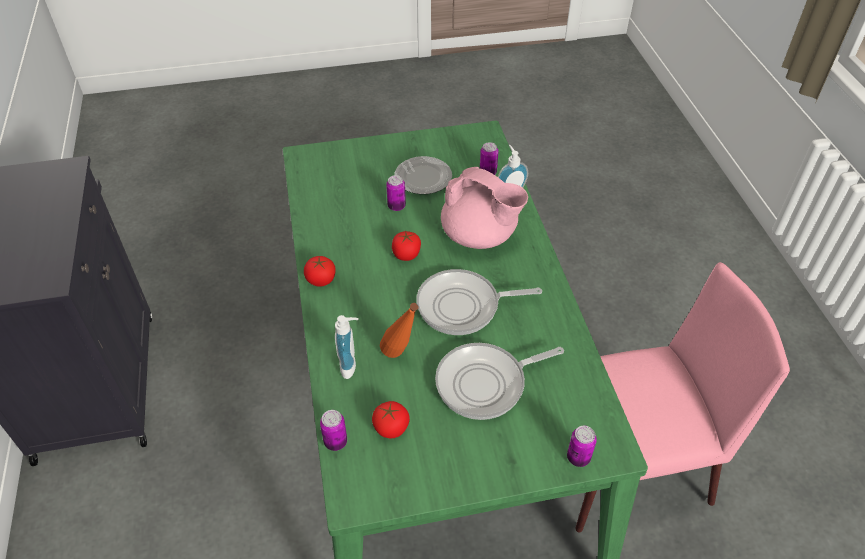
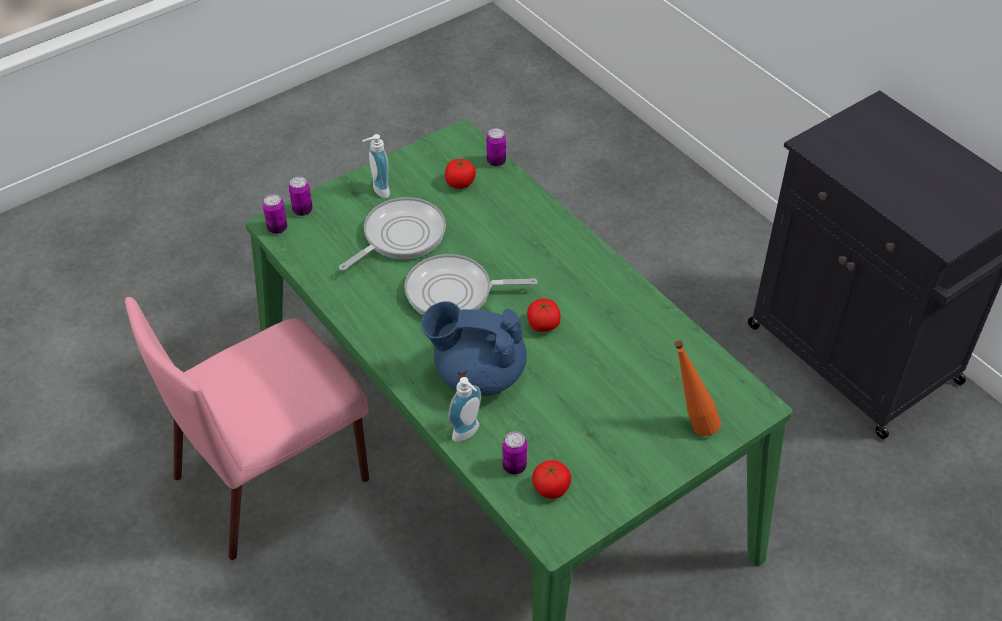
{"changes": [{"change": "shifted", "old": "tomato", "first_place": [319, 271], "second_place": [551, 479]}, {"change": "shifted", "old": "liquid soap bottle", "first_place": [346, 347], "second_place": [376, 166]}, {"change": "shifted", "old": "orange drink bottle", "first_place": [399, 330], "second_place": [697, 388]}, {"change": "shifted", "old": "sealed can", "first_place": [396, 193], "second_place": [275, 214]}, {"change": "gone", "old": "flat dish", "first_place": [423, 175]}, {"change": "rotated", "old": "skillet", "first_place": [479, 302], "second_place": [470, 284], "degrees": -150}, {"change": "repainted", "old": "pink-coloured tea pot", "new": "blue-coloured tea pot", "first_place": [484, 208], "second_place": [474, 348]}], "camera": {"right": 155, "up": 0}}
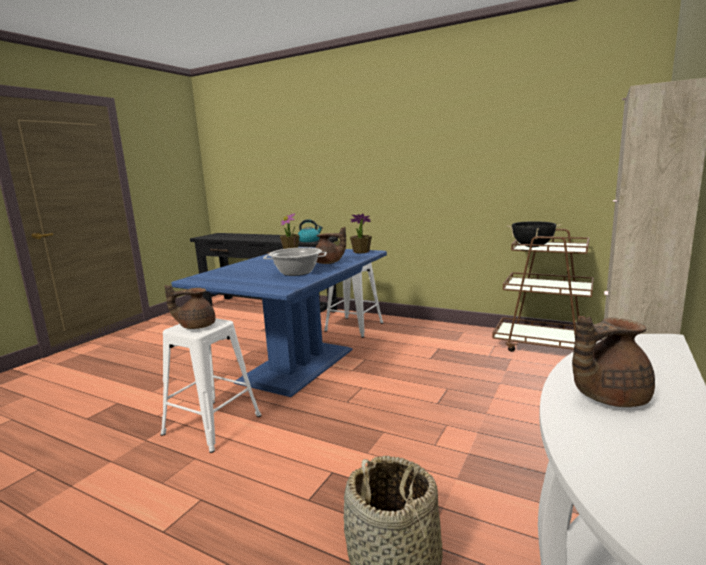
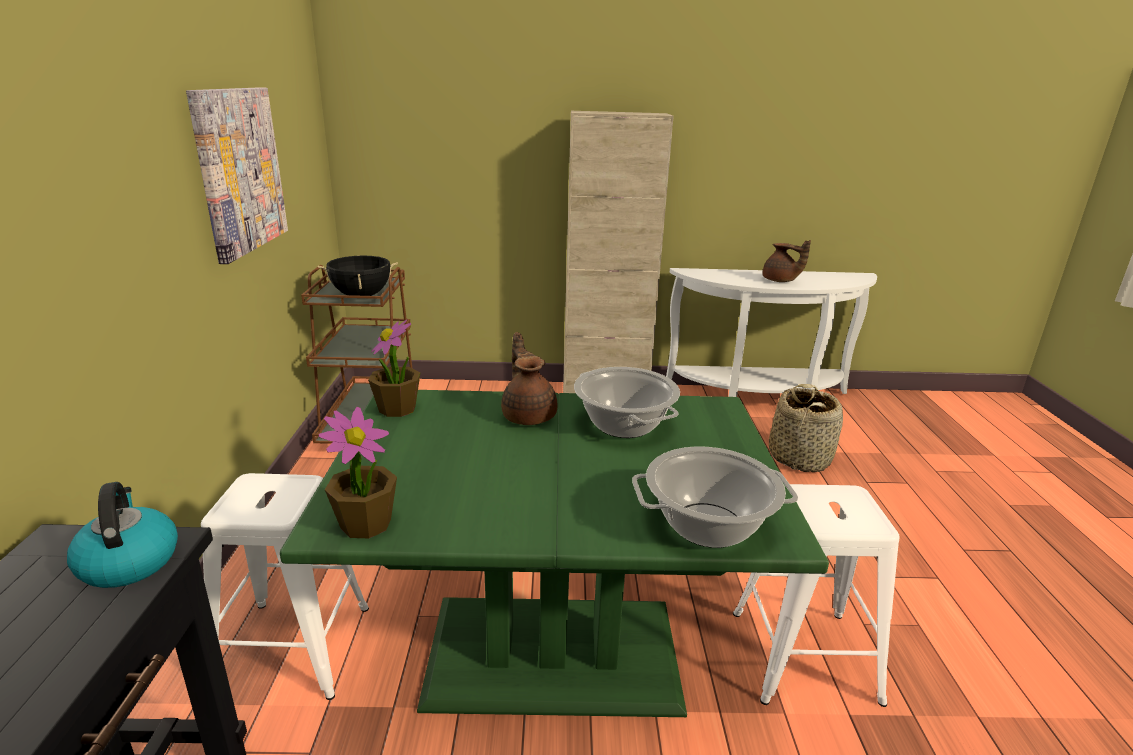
{"changes": [{"change": "gone", "old": "brown-coloured tea pot", "first_place": [189, 307]}, {"change": "repainted", "old": "blue-coloured dining table", "new": "green-coloured dining table", "first_place": [279, 322], "second_place": [554, 553]}, {"change": "new", "new": "wall art", "second_place": [237, 175]}, {"change": "new", "new": "stockpot", "second_place": [715, 497]}], "camera": {"right": -120, "up": 10}}
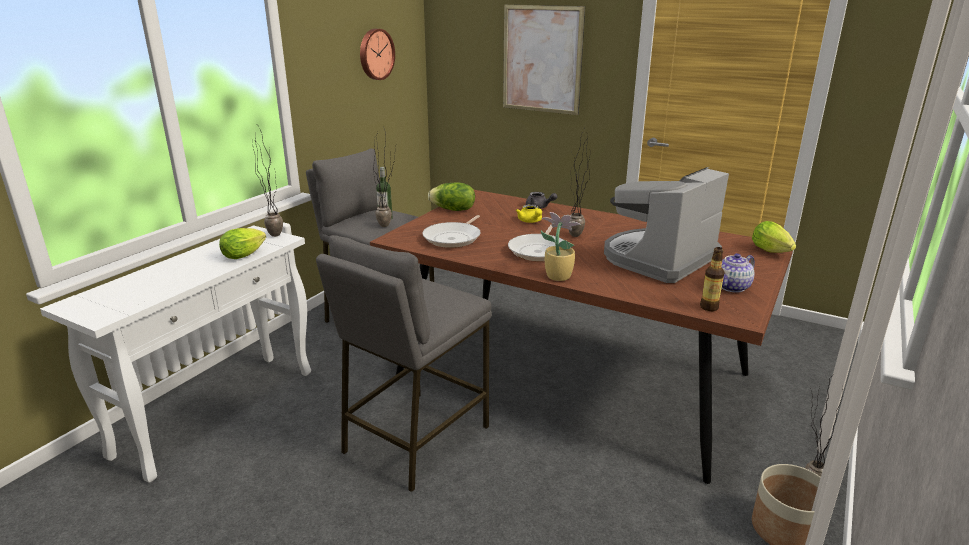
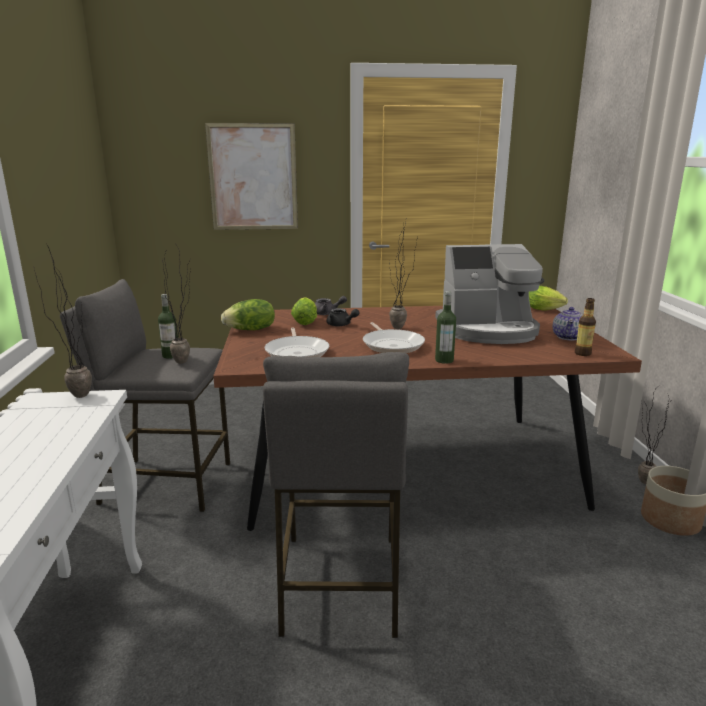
{"changes": [{"change": "shifted", "old": "lettuce head", "first_place": [242, 243], "second_place": [304, 311]}, {"change": "gone", "old": "wall clock", "first_place": [377, 54]}, {"change": "repainted", "old": "yellow-coloured tea pot", "new": "blackish tea pot", "first_place": [529, 213], "second_place": [343, 317]}, {"change": "swapped", "old": "plant in a pot", "new": "drink bottle", "first_place": [561, 246], "second_place": [445, 327]}, {"change": "rotated", "old": "coffee machine", "first_place": [666, 225], "second_place": [489, 294], "degrees": -105}], "camera": {"right": -35, "up": -5}}
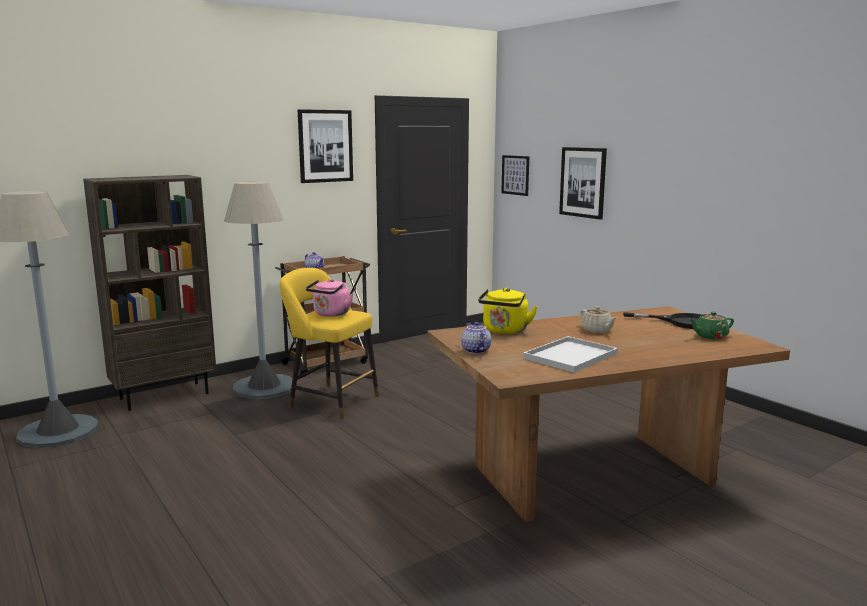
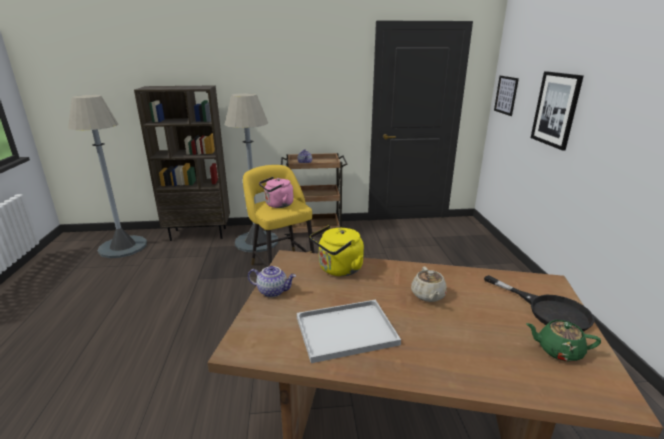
{"changes": [{"change": "gone", "old": "wall art", "first_place": [325, 146]}, {"change": "rotated", "old": "tea pot", "first_place": [476, 338], "second_place": [272, 281], "degrees": 90}], "camera": {"right": 30, "up": 10}}
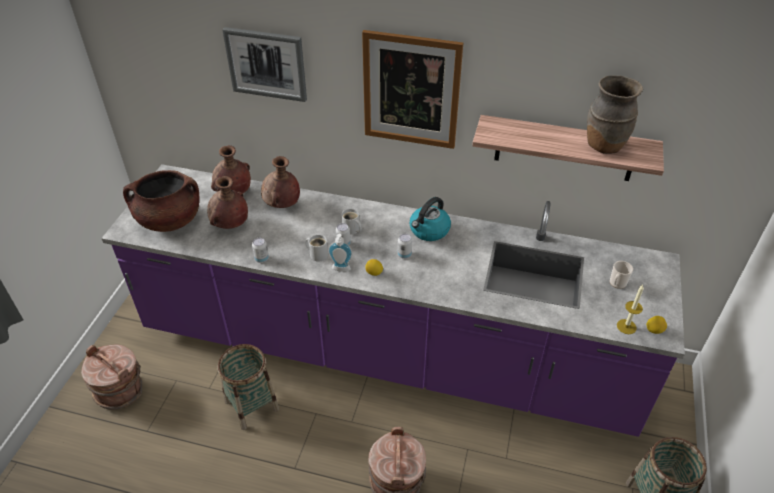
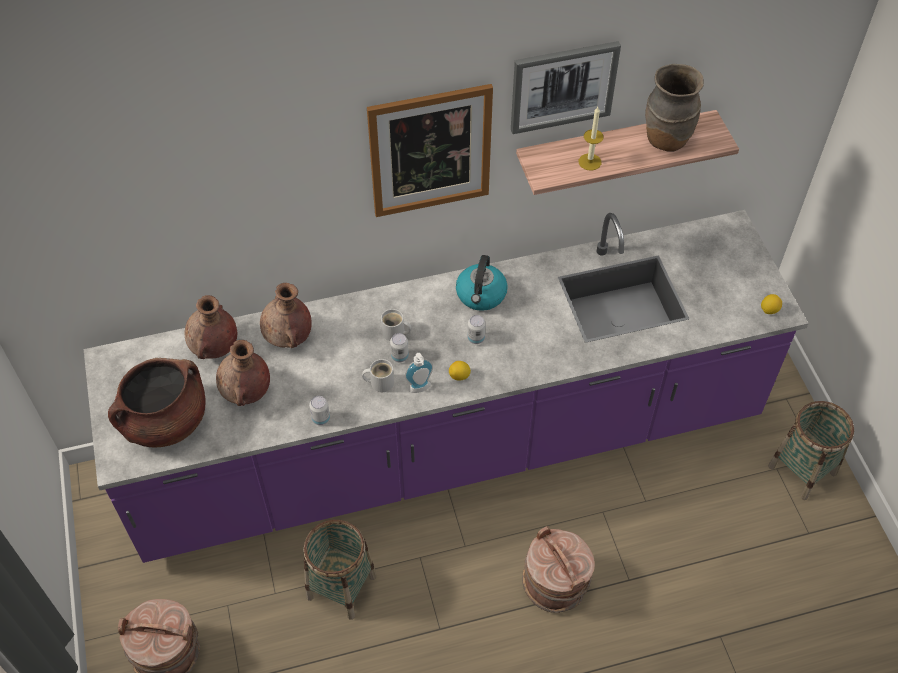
{"changes": [{"change": "shifted", "old": "wall art", "first_place": [264, 64], "second_place": [566, 87]}, {"change": "gone", "old": "tea mug", "first_place": [621, 275]}, {"change": "shifted", "old": "wax light", "first_place": [630, 309], "second_place": [591, 138]}], "camera": {"right": -30, "up": 10}}
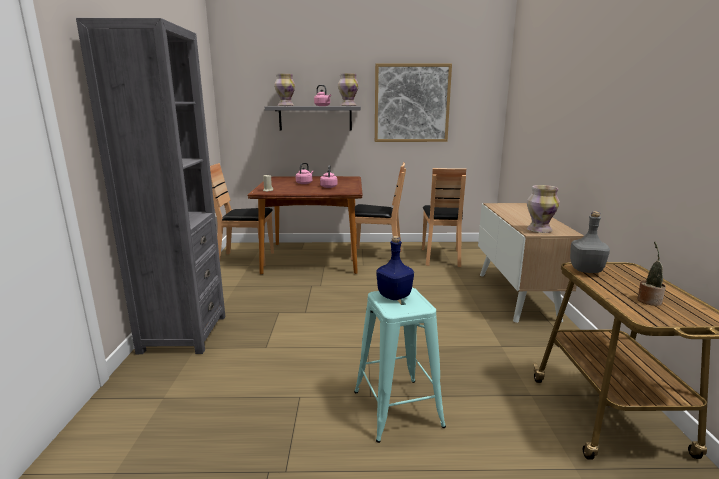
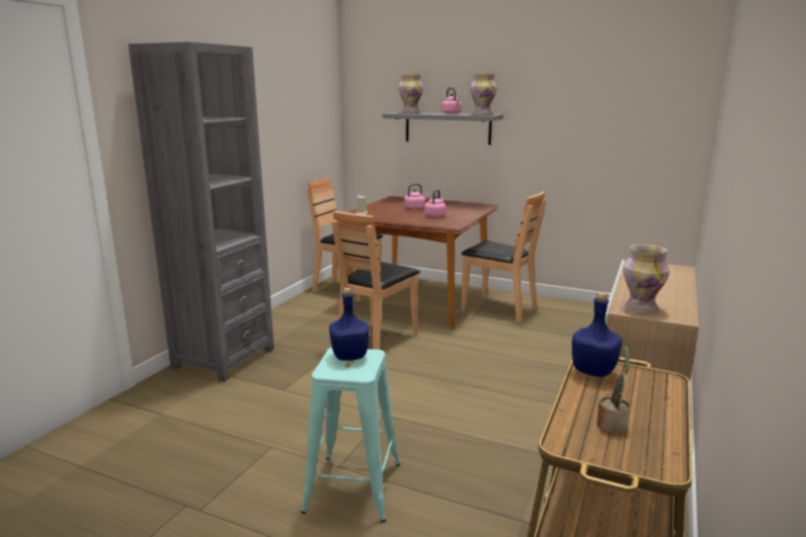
{"changes": [{"change": "gone", "old": "wall art", "first_place": [413, 103]}, {"change": "shifted", "old": "brown-coloured chair", "first_place": [444, 217], "second_place": [376, 280]}, {"change": "repainted", "old": "greyish drink bottle", "new": "blue-coloured drink bottle", "first_place": [590, 242], "second_place": [597, 334]}], "camera": {"right": 25, "up": 0}}
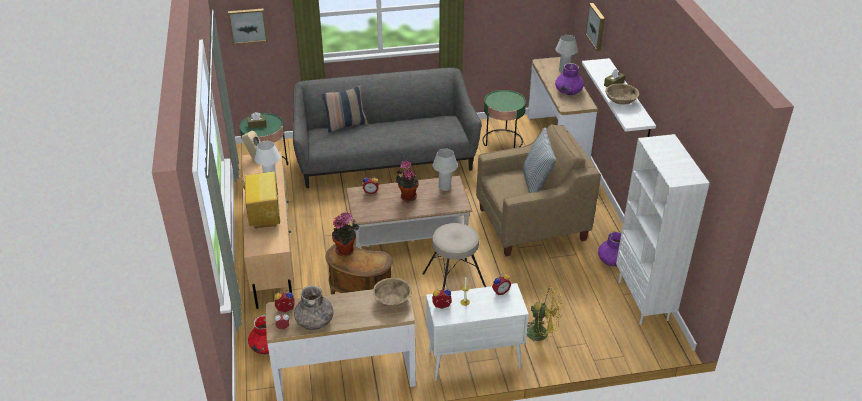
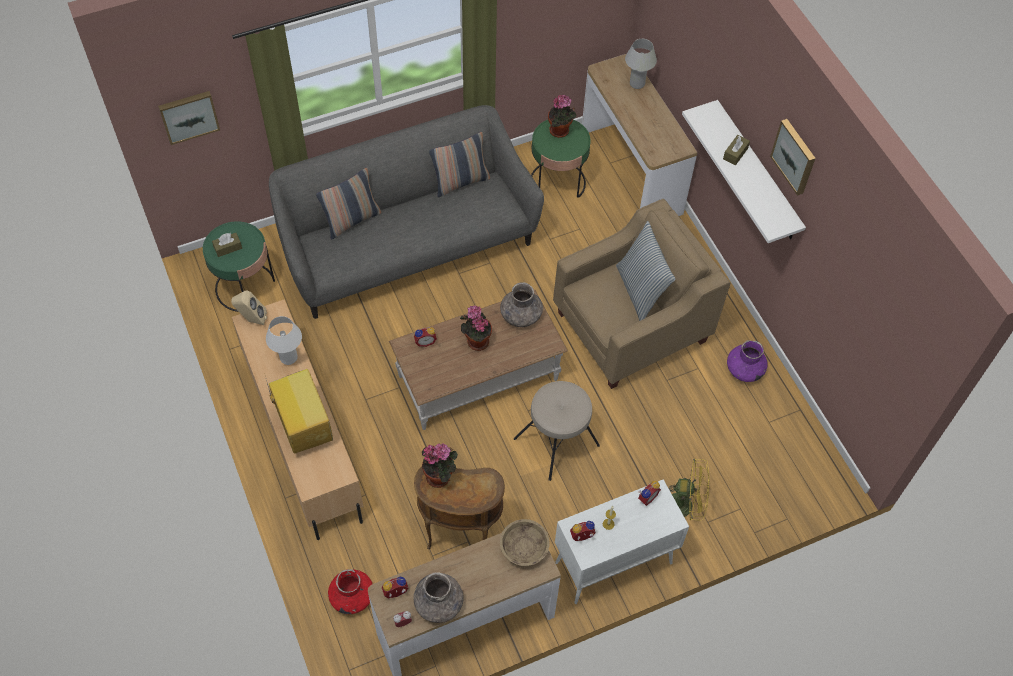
{"changes": [{"change": "swapped", "old": "white-coloured table lamp", "new": "greyish vase", "first_place": [445, 169], "second_place": [521, 304]}, {"change": "gone", "old": "purple vase", "first_place": [569, 79]}, {"change": "shifted", "old": "wall art", "first_place": [595, 27], "second_place": [793, 157]}, {"change": "gone", "old": "beige-coloured serving bowl", "first_place": [622, 94]}, {"change": "gone", "old": "white-coloured shelving unit", "first_place": [663, 229]}, {"change": "new", "new": "throw pillow", "second_place": [459, 164]}, {"change": "new", "new": "plant in a pot", "second_place": [562, 116]}], "camera": {"right": -15, "up": 20}}
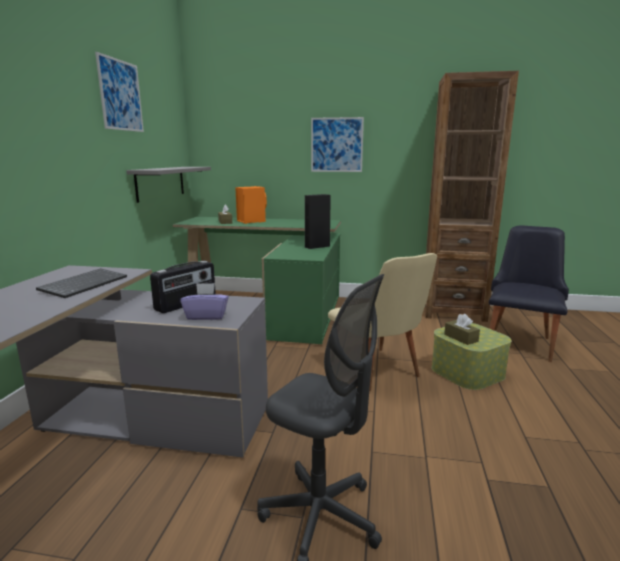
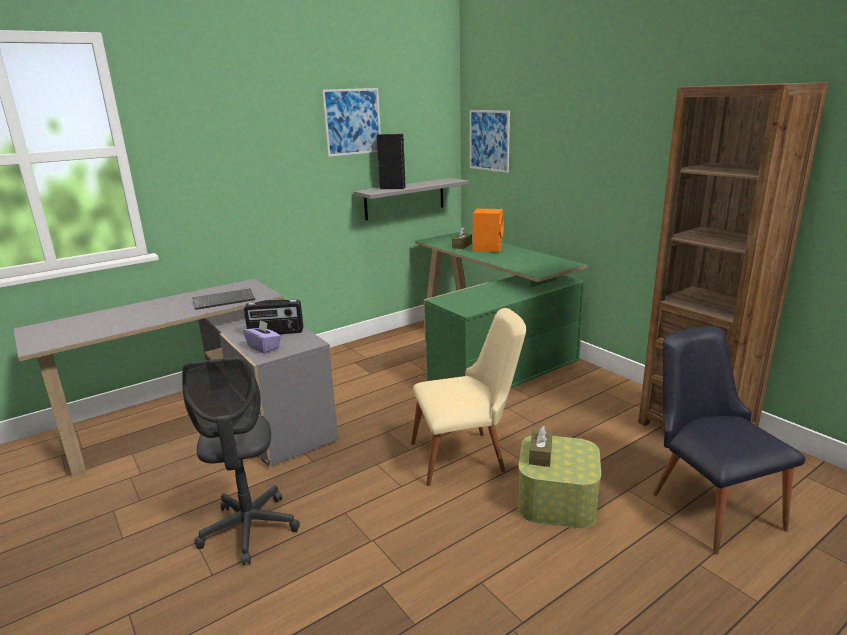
{"changes": [{"change": "shifted", "old": "blackish speaker", "first_place": [318, 221], "second_place": [391, 161]}, {"change": "shifted", "old": "wall art", "first_place": [337, 144], "second_place": [490, 141]}, {"change": "rotated", "old": "beige-coloured chair", "first_place": [382, 322], "second_place": [468, 397], "degrees": -120}, {"change": "rotated", "old": "blackish chair", "first_place": [529, 293], "second_place": [729, 440], "degrees": -90}], "camera": {"right": 45, "up": 5}}
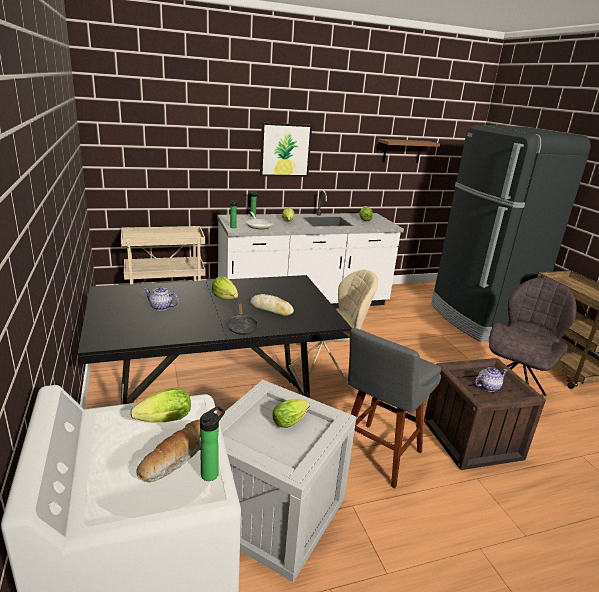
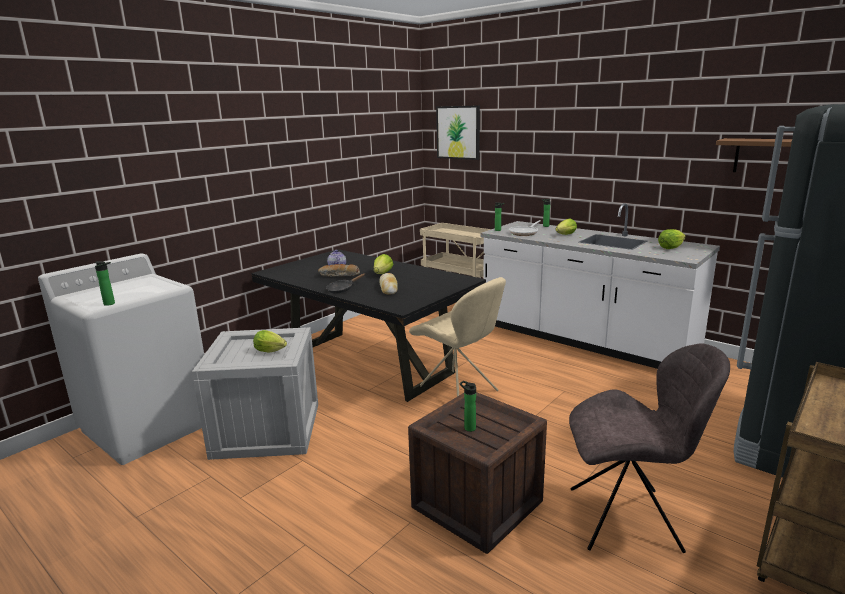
{"changes": [{"change": "gone", "old": "lettuce head", "first_place": [160, 405]}, {"change": "shifted", "old": "bread", "first_place": [169, 450], "second_place": [339, 270]}, {"change": "shifted", "old": "wall art", "first_place": [286, 150], "second_place": [458, 132]}, {"change": "gone", "old": "greyish sitting stool", "first_place": [394, 408]}, {"change": "swapped", "old": "tea pot", "new": "drink bottle", "first_place": [491, 379], "second_place": [468, 406]}], "camera": {"right": 60, "up": -5}}
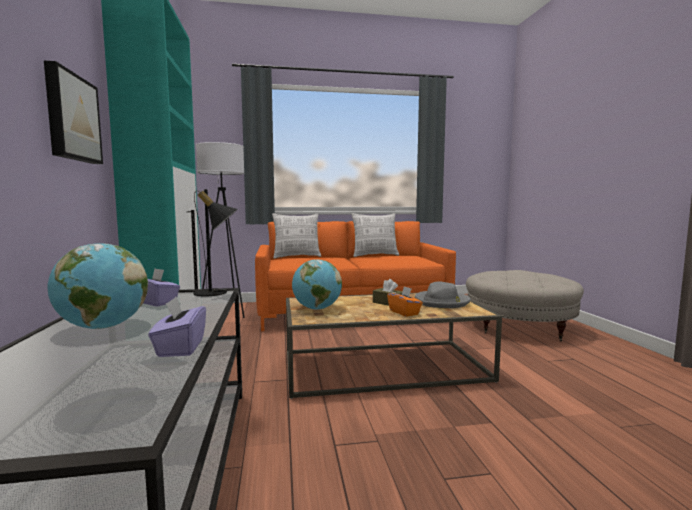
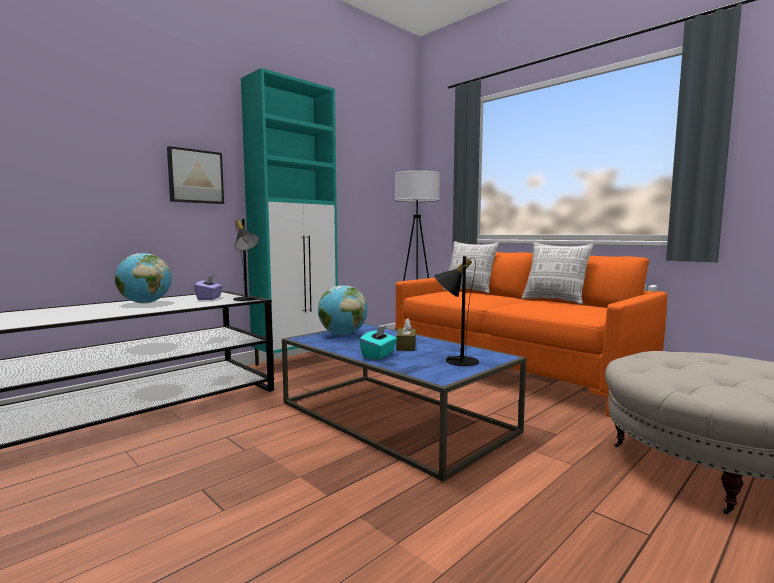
{"changes": [{"change": "gone", "old": "purple tissue holder", "first_place": [177, 327]}, {"change": "repainted", "old": "brown-coloured lounge table", "new": "blue-coloured lounge table", "first_place": [394, 346], "second_place": [404, 402]}, {"change": "repainted", "old": "orange tissue holder", "new": "turquoise tissue holder", "first_place": [405, 301], "second_place": [378, 342]}, {"change": "swapped", "old": "greyish clothing hat", "new": "blackish table lamp", "first_place": [443, 295], "second_place": [456, 311]}], "camera": {"right": 55, "up": 0}}
